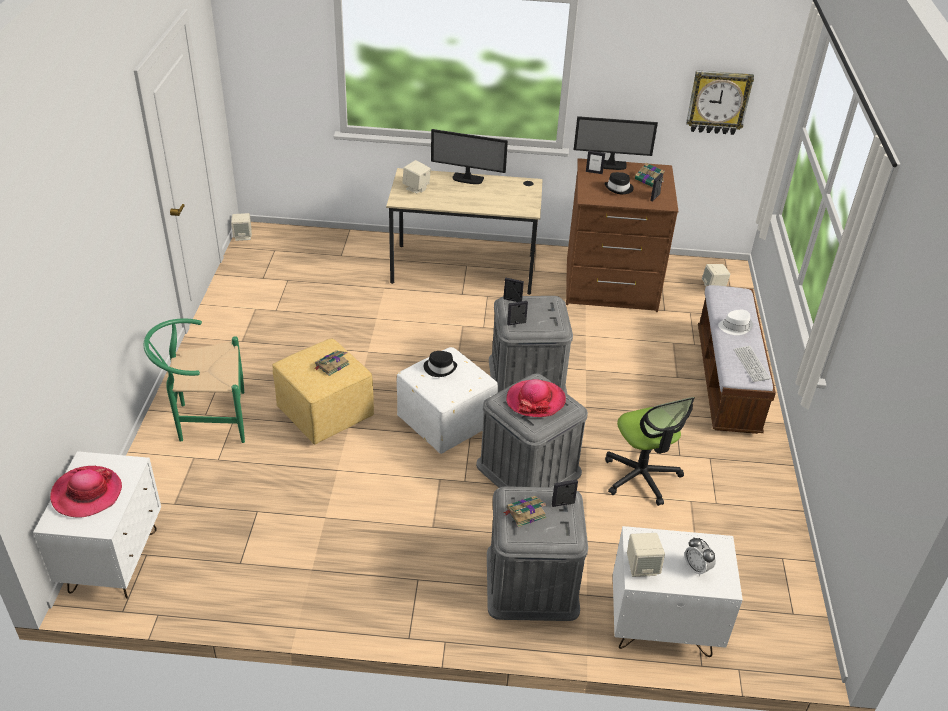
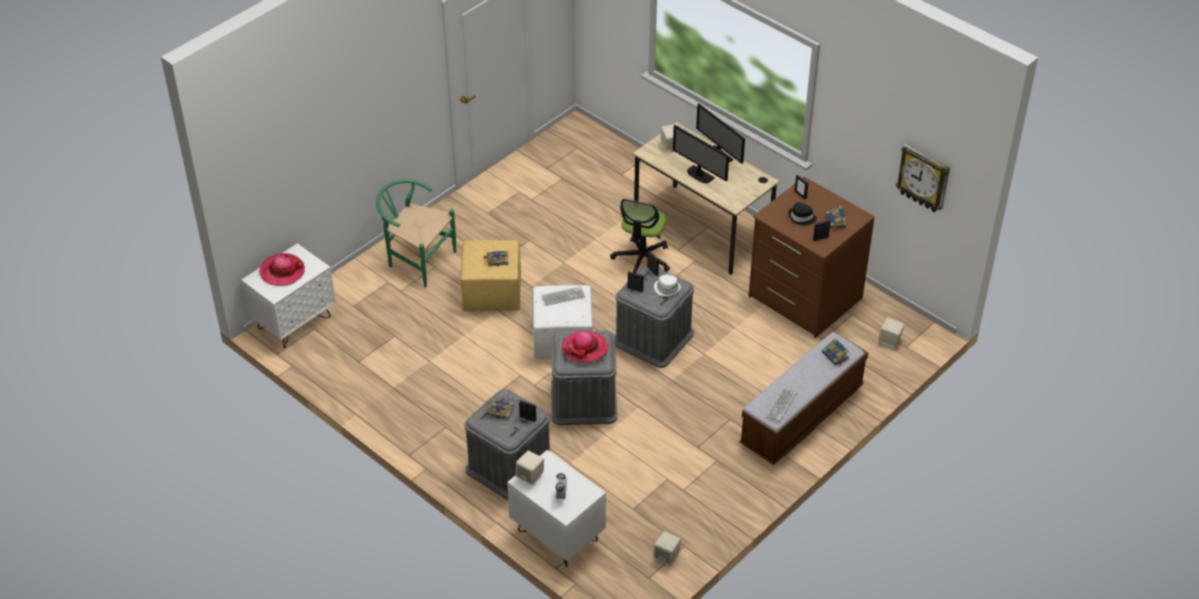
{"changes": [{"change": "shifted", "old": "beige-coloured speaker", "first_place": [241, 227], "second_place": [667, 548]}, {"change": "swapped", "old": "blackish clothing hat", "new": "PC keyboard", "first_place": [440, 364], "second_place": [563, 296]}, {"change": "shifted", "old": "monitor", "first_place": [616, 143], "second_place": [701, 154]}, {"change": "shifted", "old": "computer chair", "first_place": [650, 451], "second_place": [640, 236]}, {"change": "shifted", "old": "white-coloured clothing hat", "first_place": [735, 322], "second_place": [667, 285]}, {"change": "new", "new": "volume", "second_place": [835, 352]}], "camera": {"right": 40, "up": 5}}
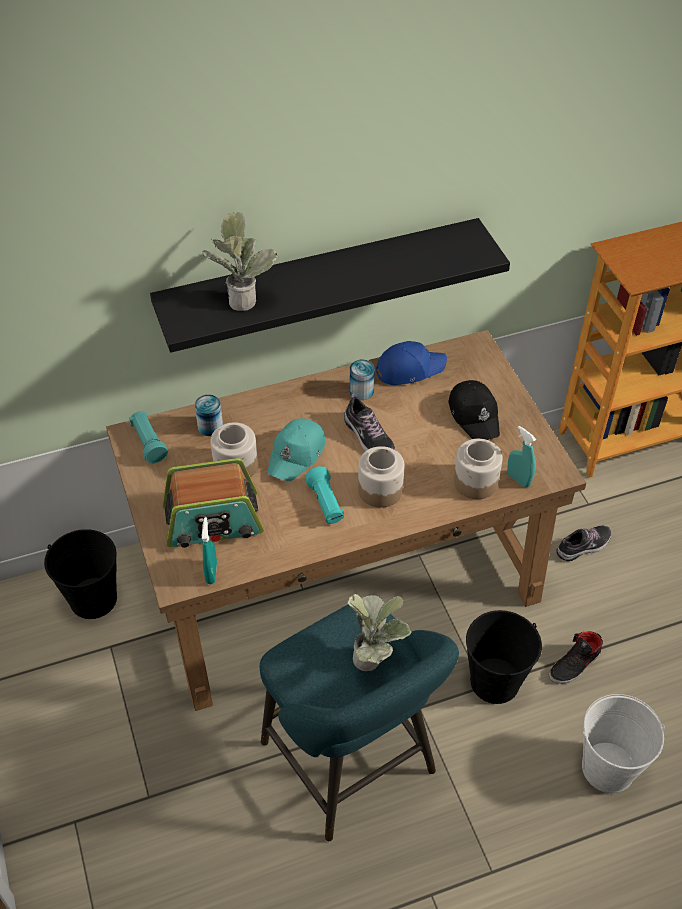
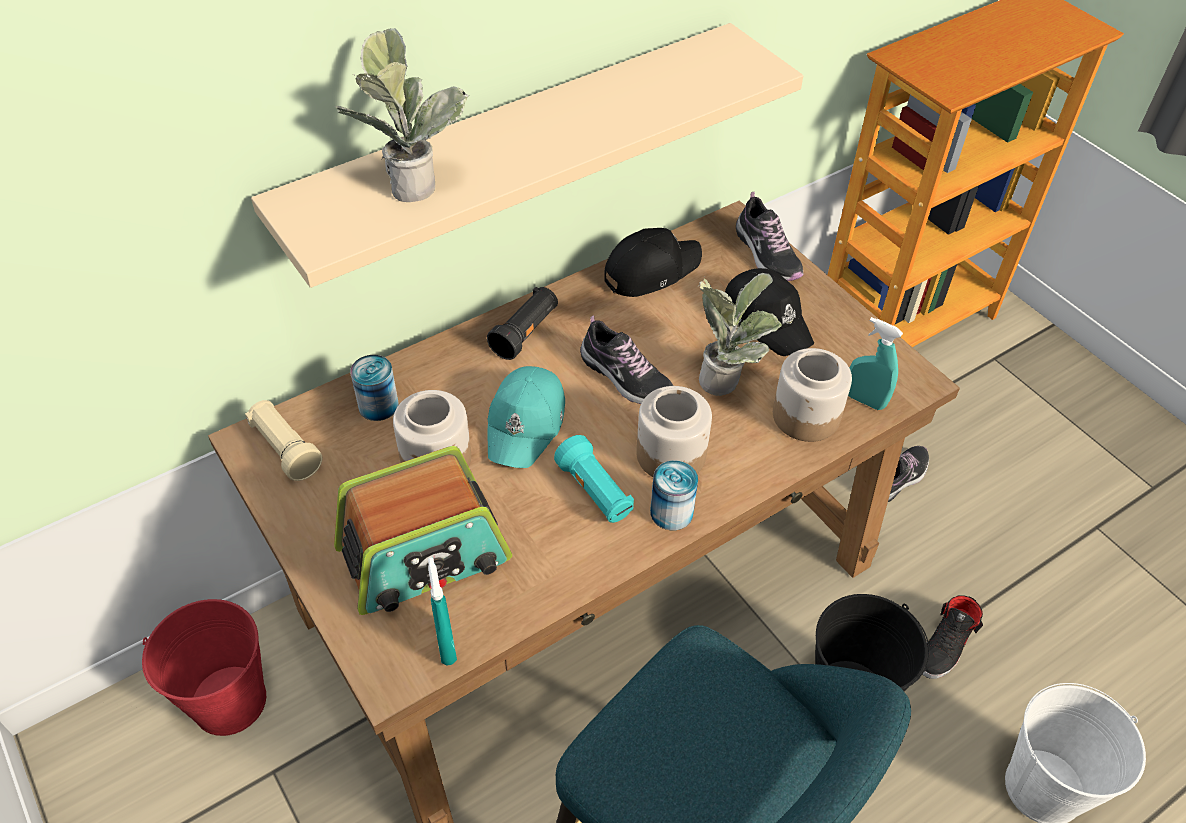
{"changes": [{"change": "repainted", "old": "blackish water bucket", "new": "red water bucket", "first_place": [80, 574], "second_place": [204, 667]}, {"change": "repainted", "old": "turquoise hand torch", "new": "beige-coloured hand torch", "first_place": [148, 437], "second_place": [284, 440]}, {"change": "repainted", "old": "blackish shelf", "new": "beige-coloured shelf", "first_place": [330, 285], "second_place": [527, 155]}, {"change": "shifted", "old": "plant in a pot", "first_place": [379, 632], "second_place": [740, 334]}, {"change": "shifted", "old": "sealed can", "first_place": [362, 380], "second_place": [674, 495]}, {"change": "repainted", "old": "blue-coloured peaked cap", "new": "blackish peaked cap", "first_place": [411, 363], "second_place": [653, 262]}, {"change": "new", "new": "blackish hand torch", "second_place": [522, 323]}, {"change": "new", "new": "item of footwear", "second_place": [770, 236]}], "camera": {"right": -15, "up": 0}}
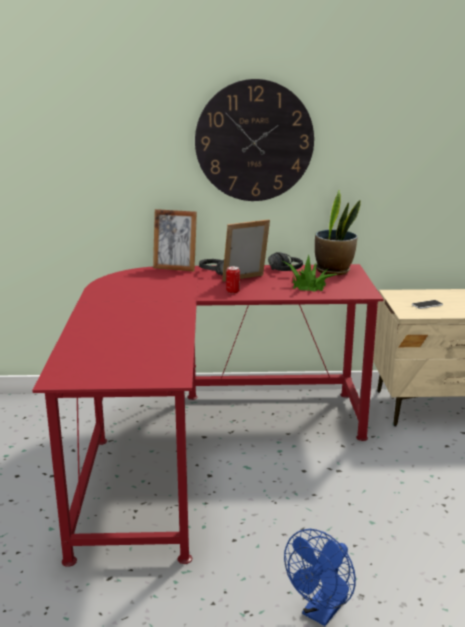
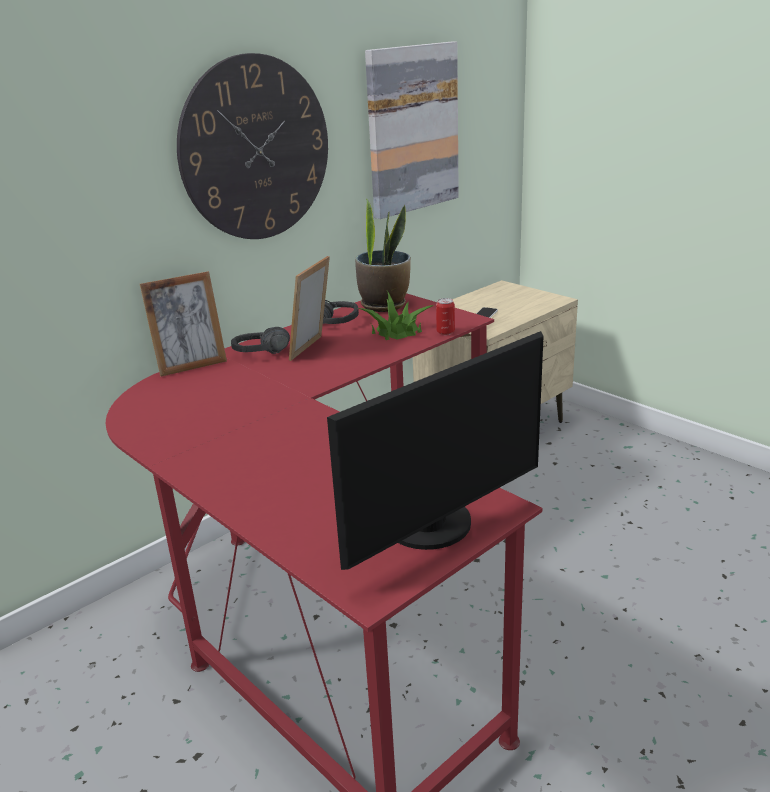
{"changes": [{"change": "shifted", "old": "sealed can", "first_place": [233, 280], "second_place": [445, 316]}, {"change": "gone", "old": "blue-coloured fan", "first_place": [320, 577]}, {"change": "new", "new": "monitor", "second_place": [435, 450]}, {"change": "new", "new": "wall art", "second_place": [412, 130]}], "camera": {"right": -40, "up": 5}}
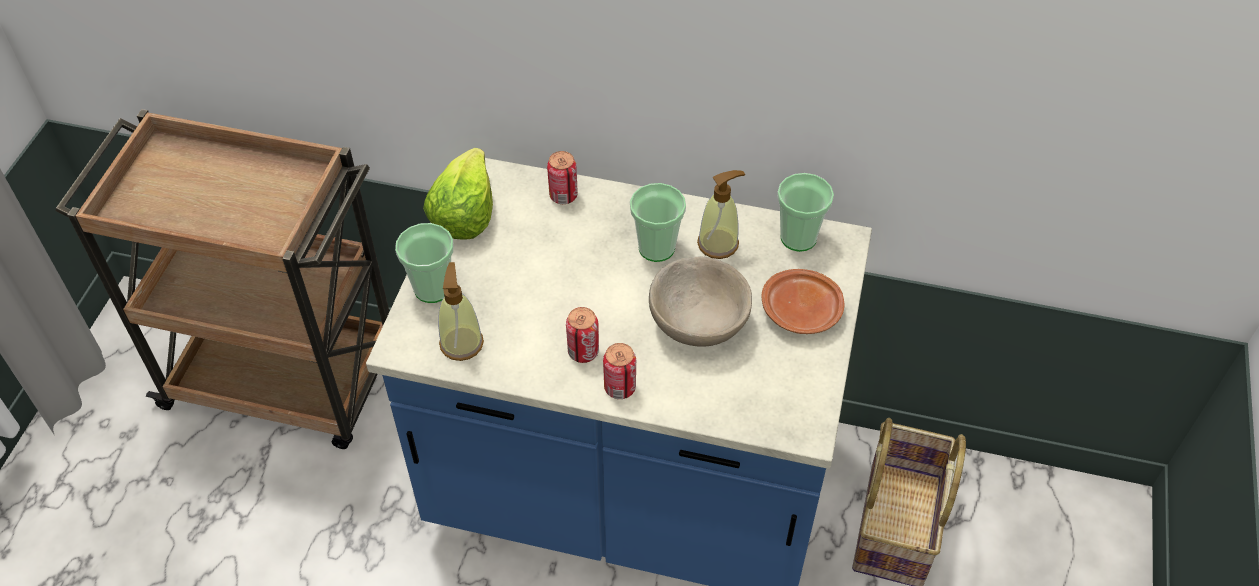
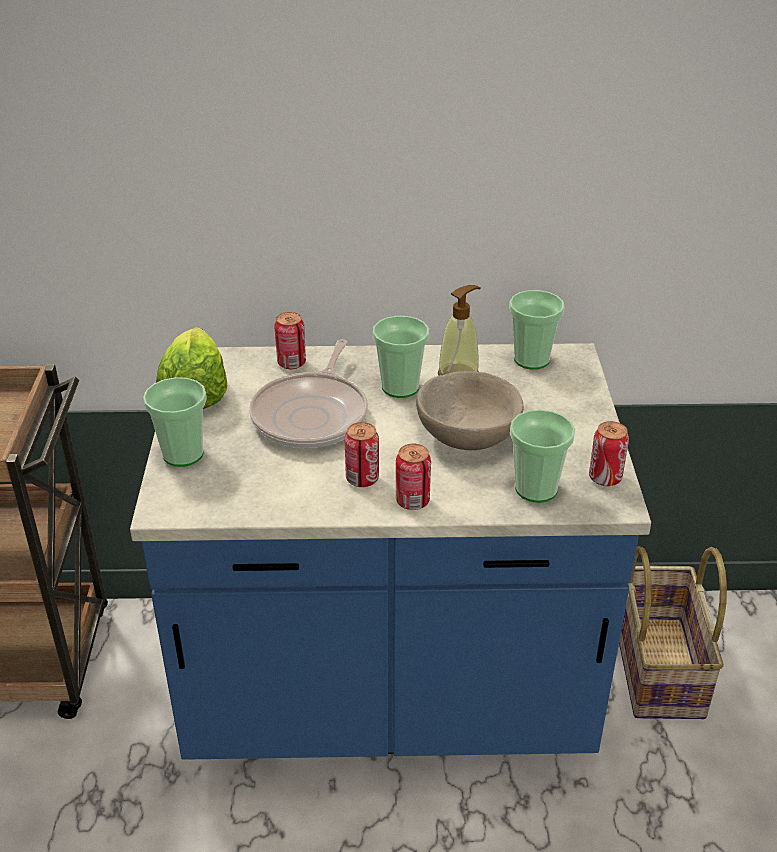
{"changes": [{"change": "gone", "old": "liquid soap bottle", "first_place": [461, 311]}, {"change": "gone", "old": "brown-coloured flat dish", "first_place": [803, 301]}, {"change": "new", "new": "skillet", "second_place": [308, 393]}, {"change": "new", "new": "cup", "second_place": [542, 456]}, {"change": "new", "new": "sealed can", "second_place": [609, 453]}], "camera": {"right": -15, "up": -15}}
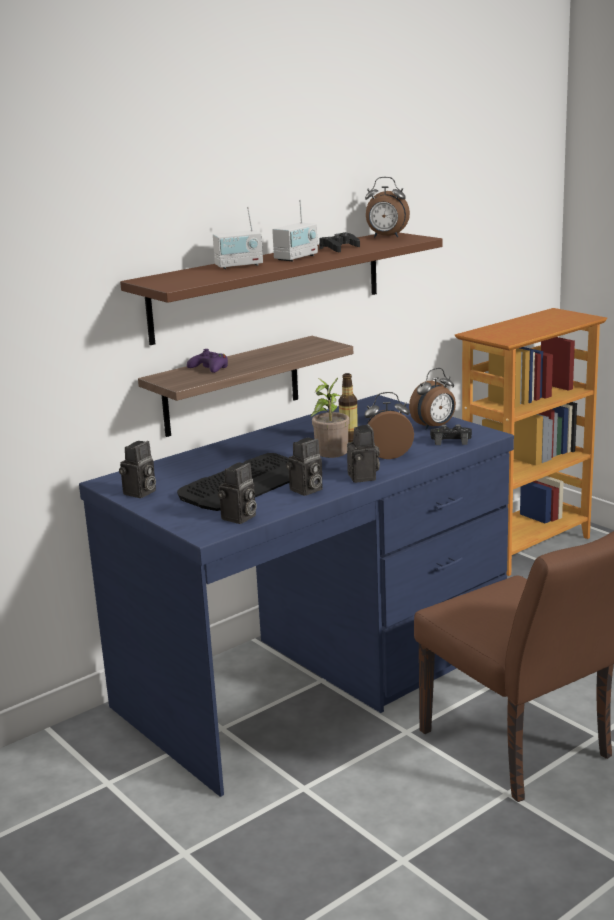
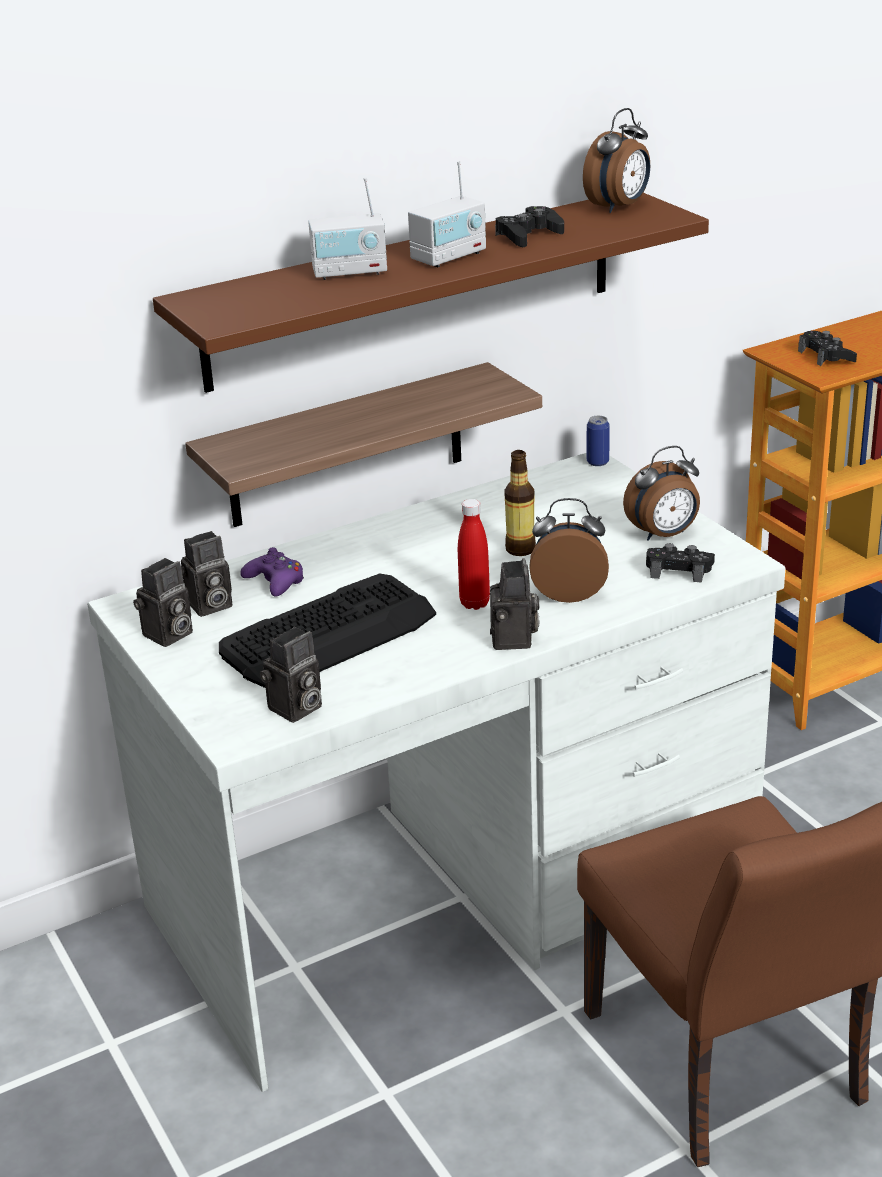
{"changes": [{"change": "repainted", "old": "blue-coloured desk unit", "new": "white-coloured desk unit", "first_place": [296, 596], "second_place": [436, 772]}, {"change": "shifted", "old": "purple gamepad", "first_place": [207, 361], "second_place": [272, 572]}, {"change": "shifted", "old": "still camera", "first_place": [304, 467], "second_place": [206, 574]}, {"change": "swapped", "old": "plant in a pot", "new": "red drink bottle", "first_place": [330, 417], "second_place": [474, 554]}, {"change": "rotated", "old": "alarm clock", "first_place": [387, 207], "second_place": [616, 160], "degrees": -75}, {"change": "new", "new": "sealed can", "second_place": [598, 441]}, {"change": "new", "new": "blackish gamepad", "second_place": [827, 348]}], "camera": {"right": 10, "up": 10}}
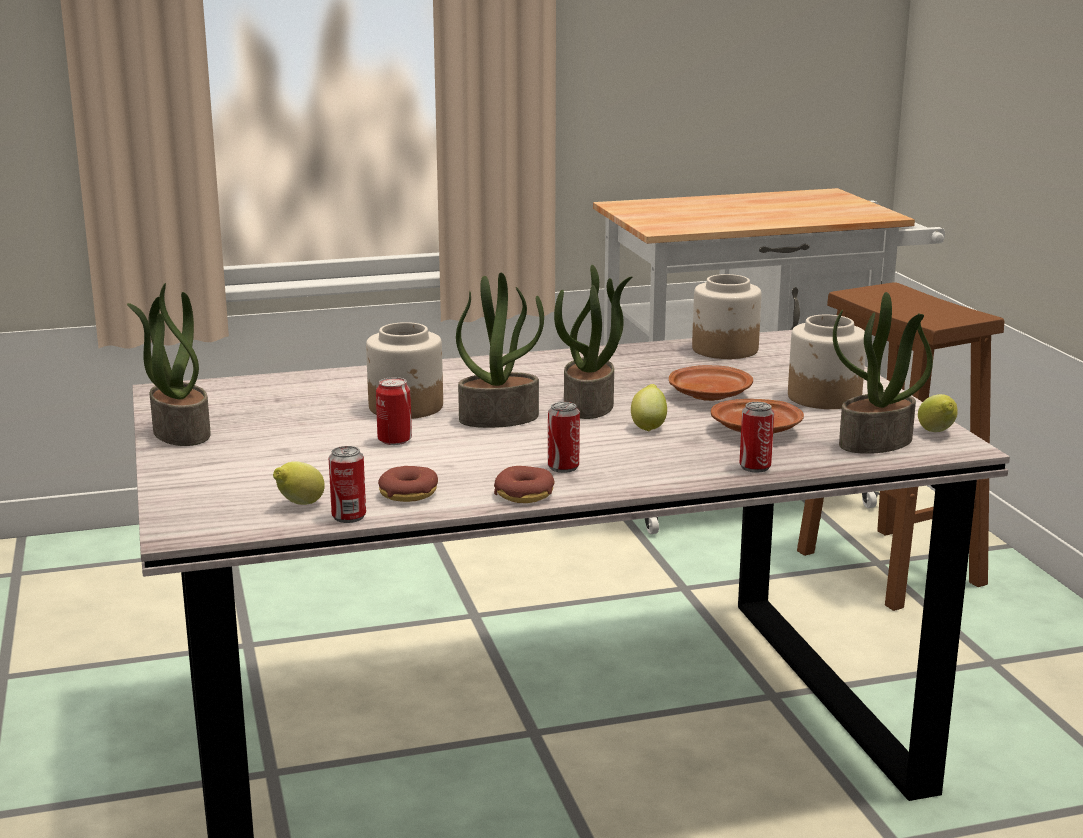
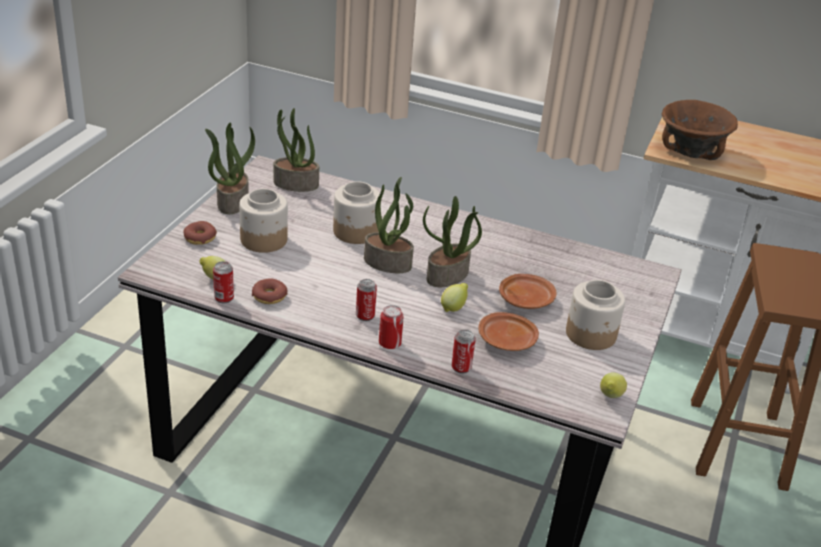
{"changes": [{"change": "shifted", "old": "sealed can", "first_place": [394, 411], "second_place": [391, 327]}, {"change": "shifted", "old": "ring doughnut", "first_place": [524, 484], "second_place": [200, 233]}, {"change": "shifted", "old": "storage jar", "first_place": [727, 316], "second_place": [263, 221]}, {"change": "shifted", "old": "plant in a pot", "first_place": [883, 373], "second_place": [296, 150]}, {"change": "new", "new": "brown-coloured serving bowl", "second_place": [700, 130]}], "camera": {"right": 35, "up": 15}}
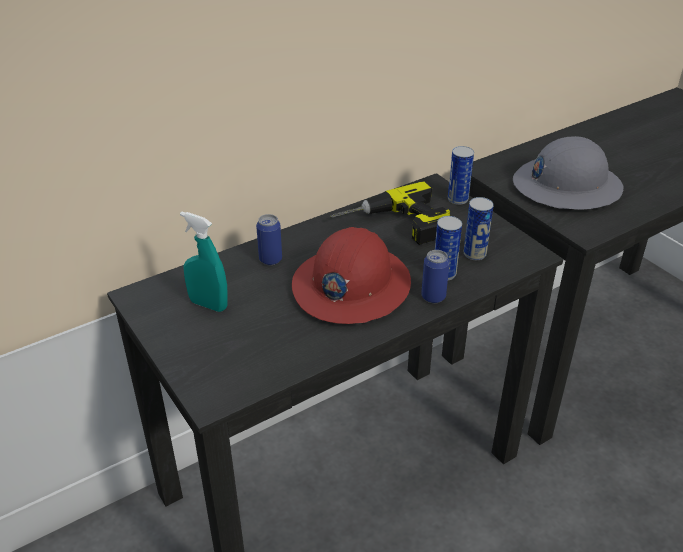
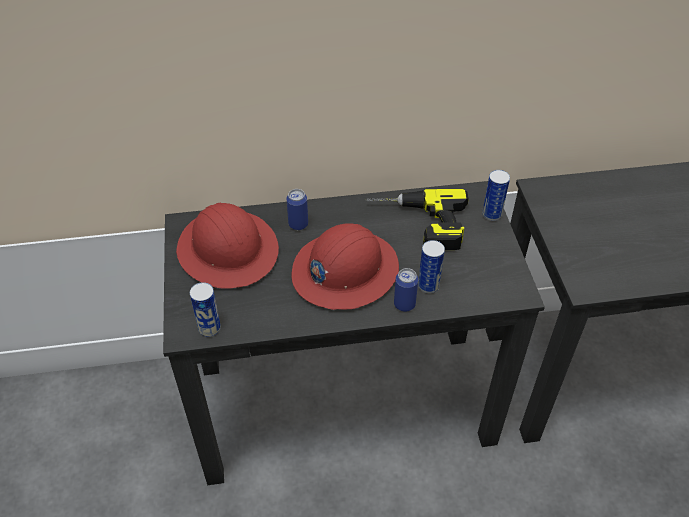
{"changes": [{"change": "swapped", "old": "turquoise sprayer", "new": "red safety helmet", "first_place": [204, 261], "second_place": [227, 246]}, {"change": "shifted", "old": "sealed can", "first_place": [479, 228], "second_place": [205, 309]}, {"change": "gone", "old": "greyish safety helmet", "first_place": [568, 173]}], "camera": {"right": 25, "up": 10}}
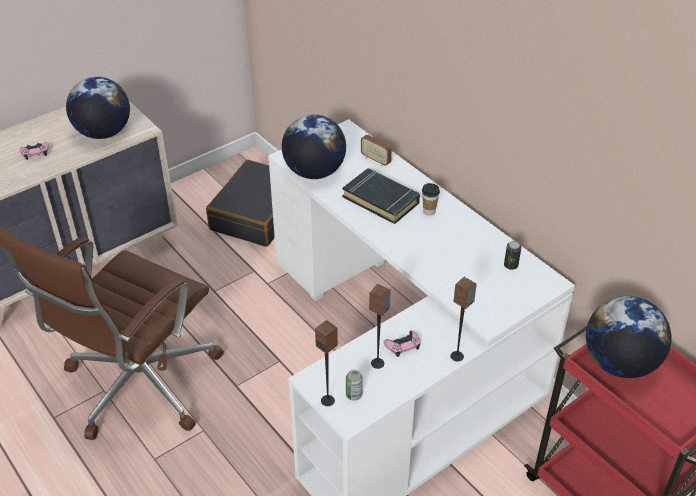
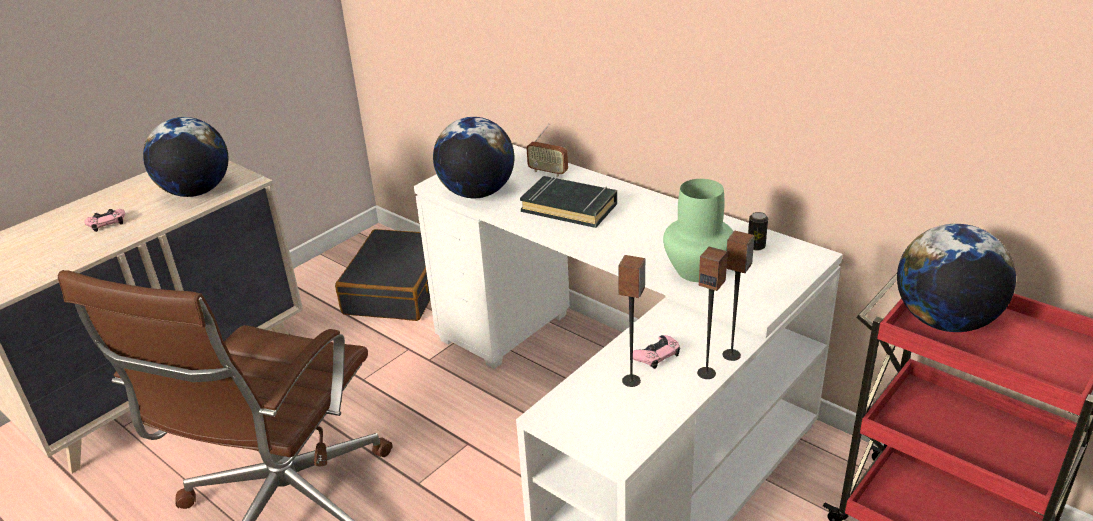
{"changes": [{"change": "shifted", "old": "speaker", "first_place": [326, 363], "second_place": [712, 312]}, {"change": "gone", "old": "sealed can", "first_place": [354, 385]}, {"change": "gone", "old": "cup", "first_place": [431, 199]}, {"change": "new", "new": "green-coloured vase", "second_place": [698, 230]}], "camera": {"right": -10, "up": -10}}
